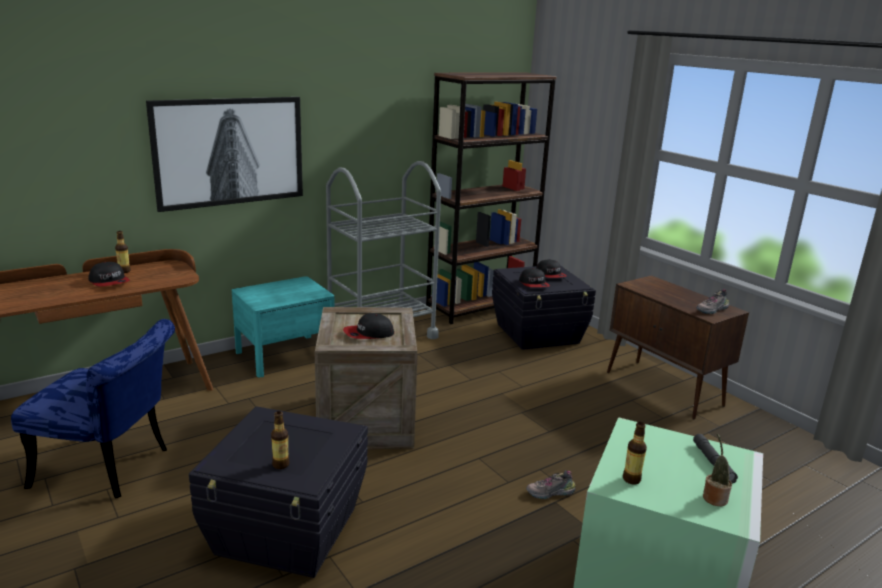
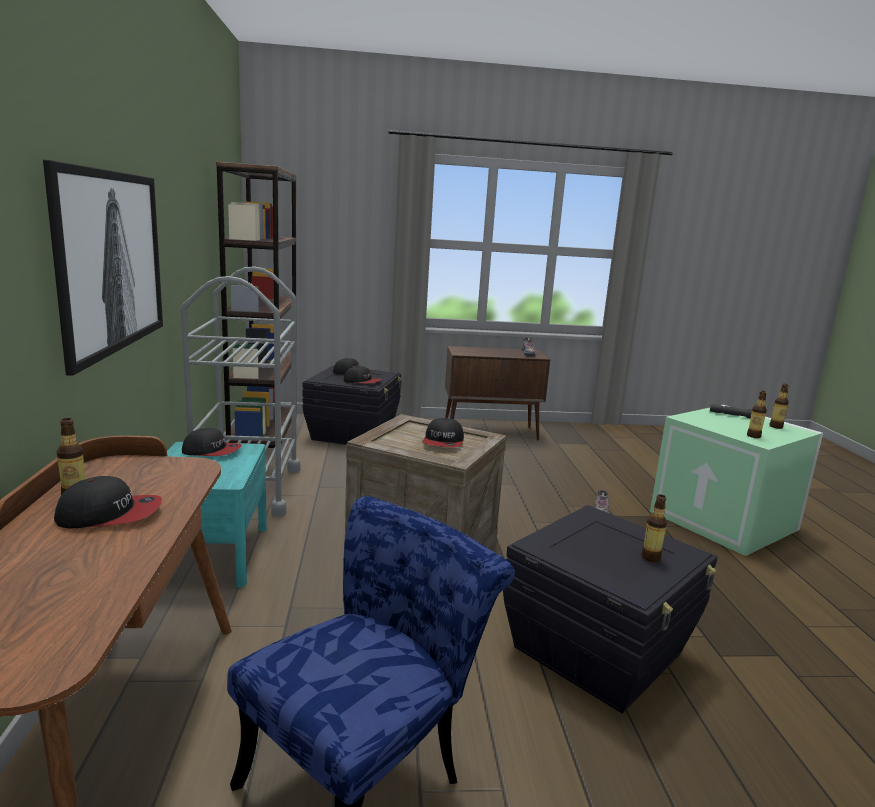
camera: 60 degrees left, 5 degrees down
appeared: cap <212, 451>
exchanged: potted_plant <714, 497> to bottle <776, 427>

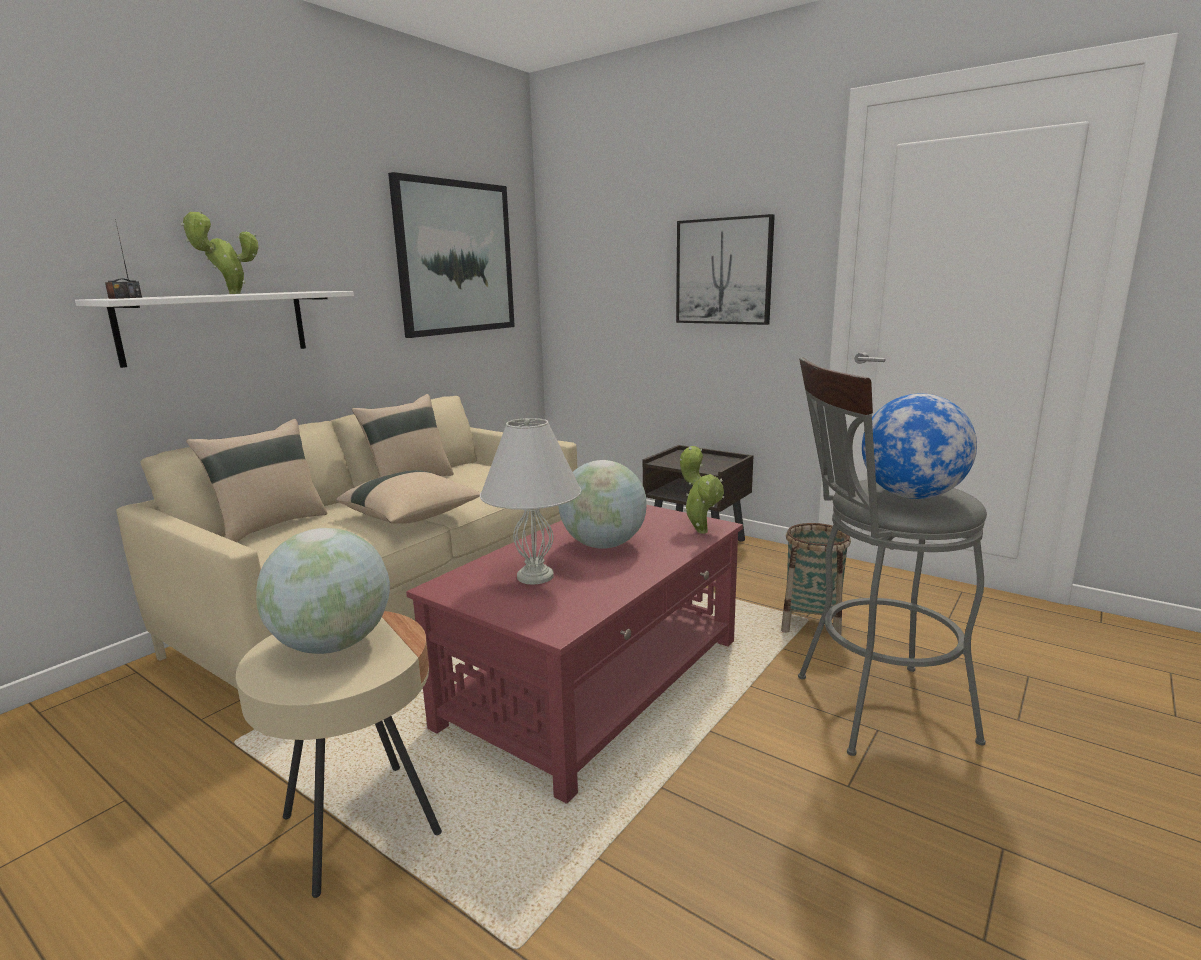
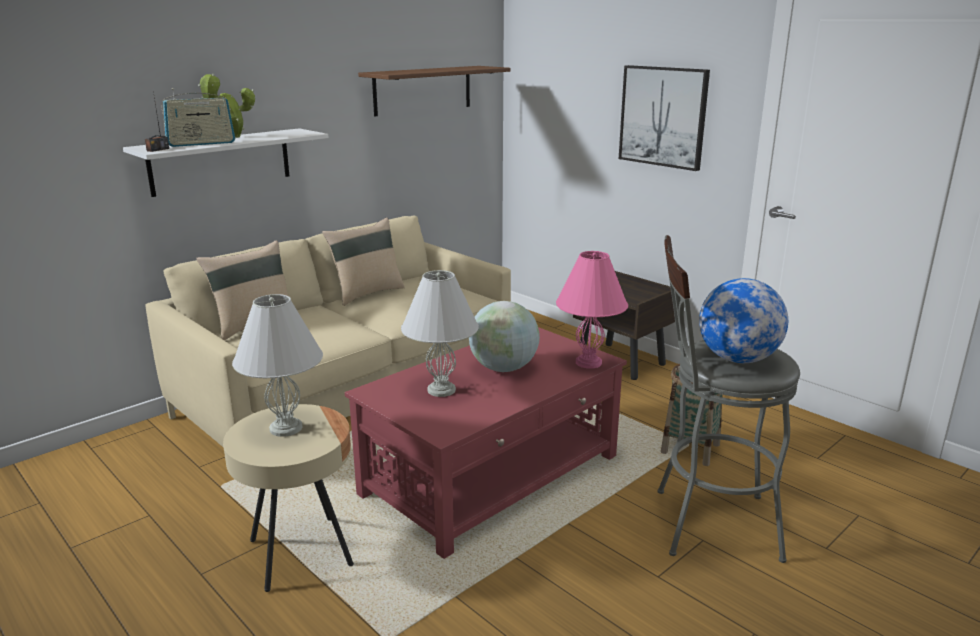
camera: 10 degrees right, 5 degrees up
missing: beige_pillow <412, 517>
appeared: radio <201, 143>
exchanged: globe <333, 644> to white_table_lamp <286, 428>; picture <455, 258> to brown_shelf <423, 90>; potted_plant <700, 530> to pink_table_lamp <587, 362>

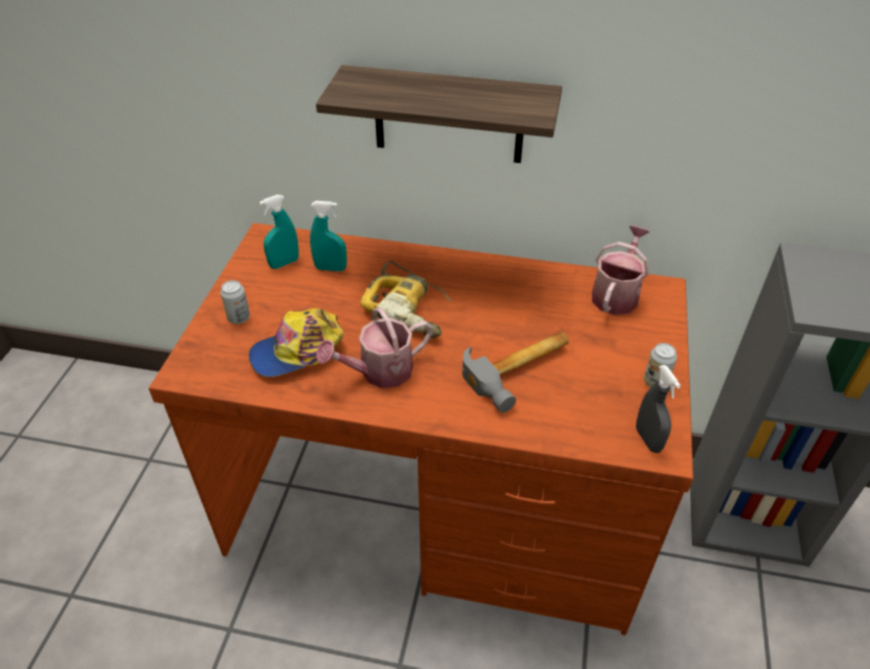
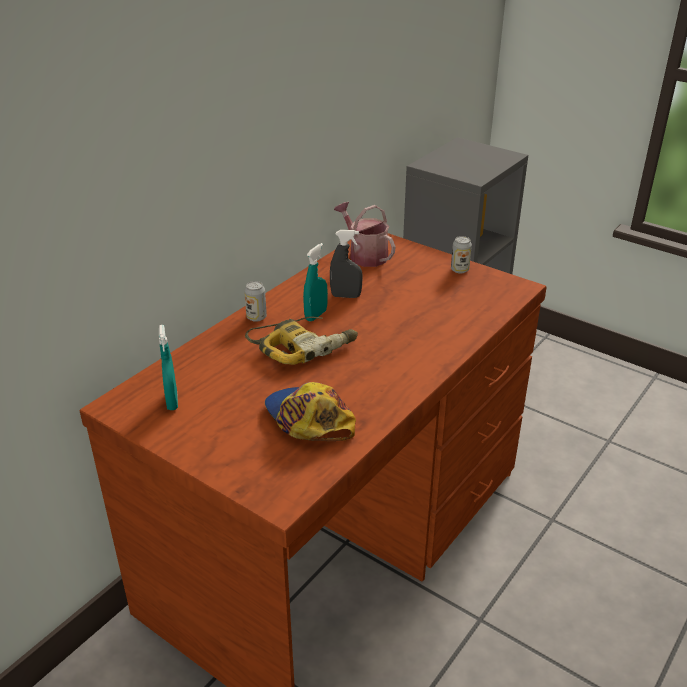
camera: 65 degrees left, 10 degrees down
missing: shelf <448, 115>; watering_can <379, 372>; hammer <521, 370>
relocated: can <239, 318> to <256, 317>; turquoise_spray_bottle <330, 268> to <316, 315>; grey_spray_bottle <648, 439> to <346, 296>
spun: cap <298, 351> = <308, 419> 150 degrees clockwise

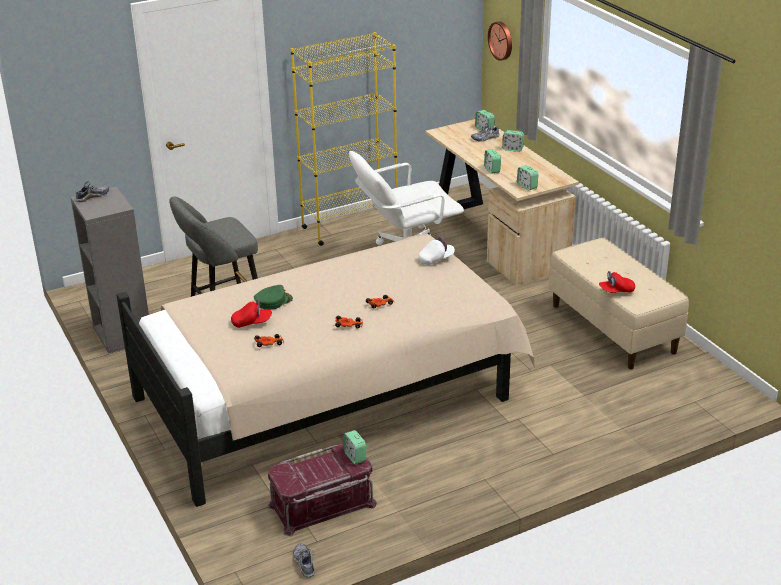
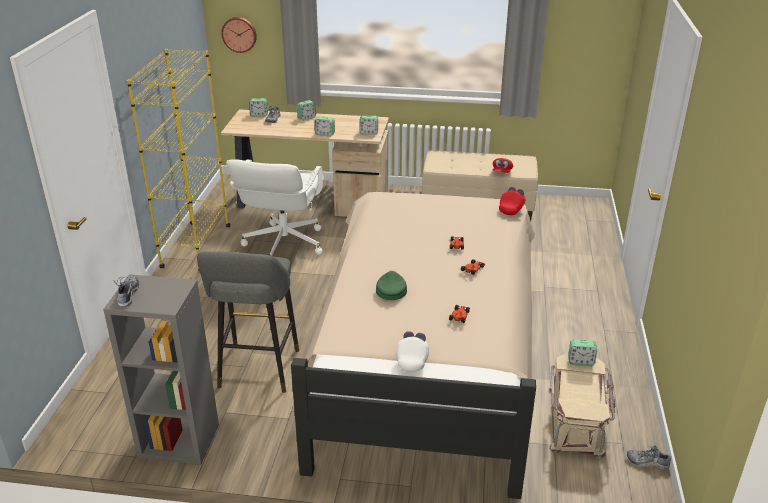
camera: 55 degrees left, 0 degrees up
relocated: red_cap <252, 322> to <512, 208>; white_cap <436, 259> to <412, 359>
colour: red_storage_box <322, 506> to beige_storage_box <577, 421>

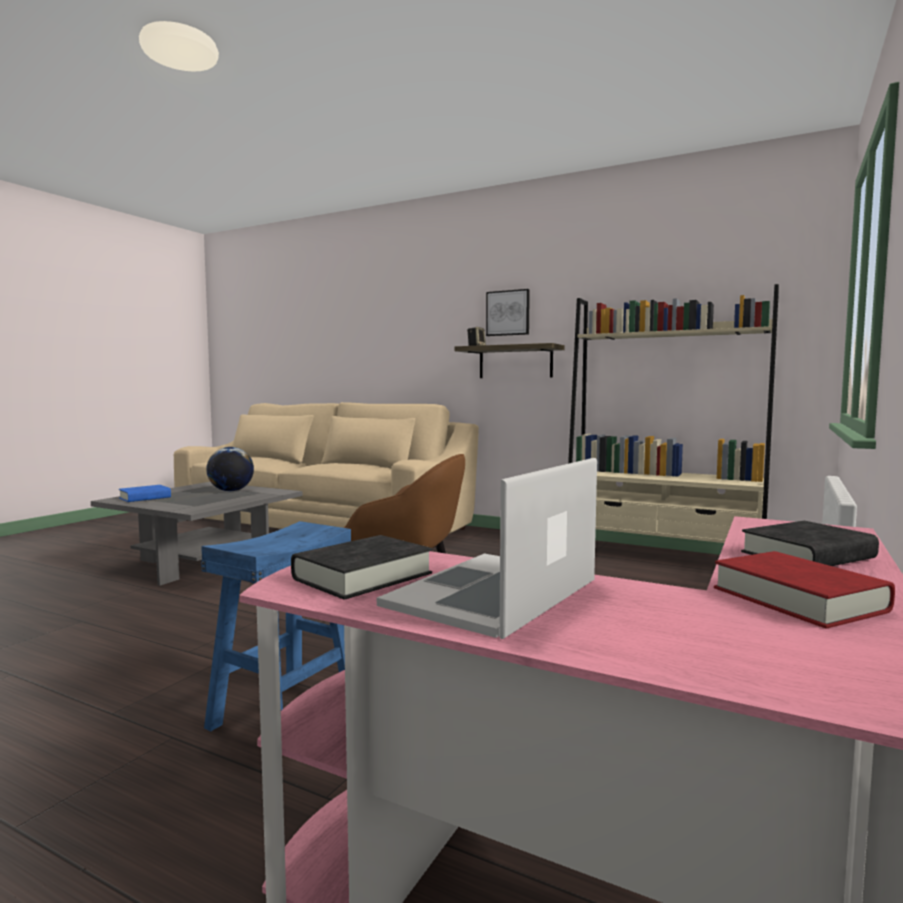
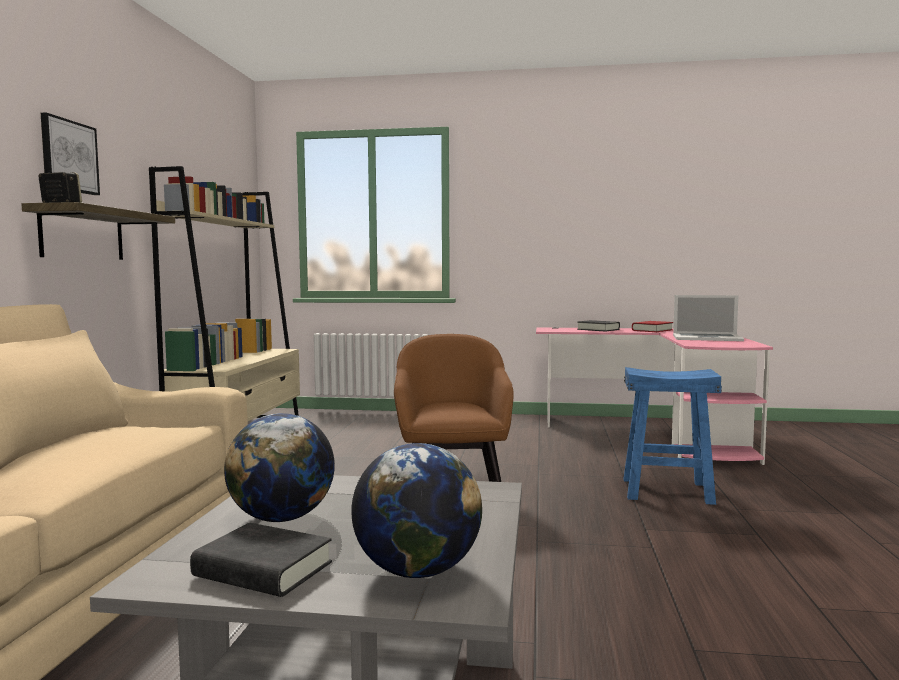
camera: 110 degrees left, 0 degrees up
relocated: black_book <362, 576> to <263, 570>
exchanged: blue_book <145, 498> to globe <417, 571>

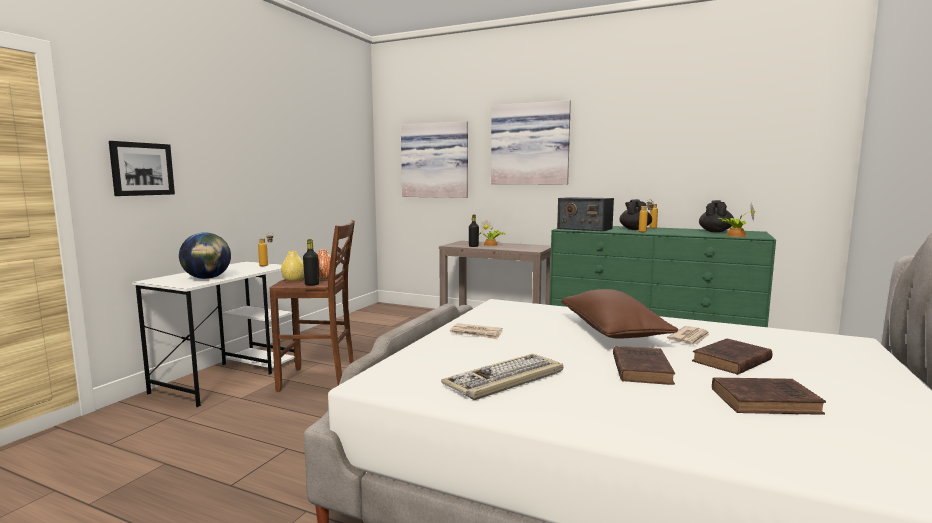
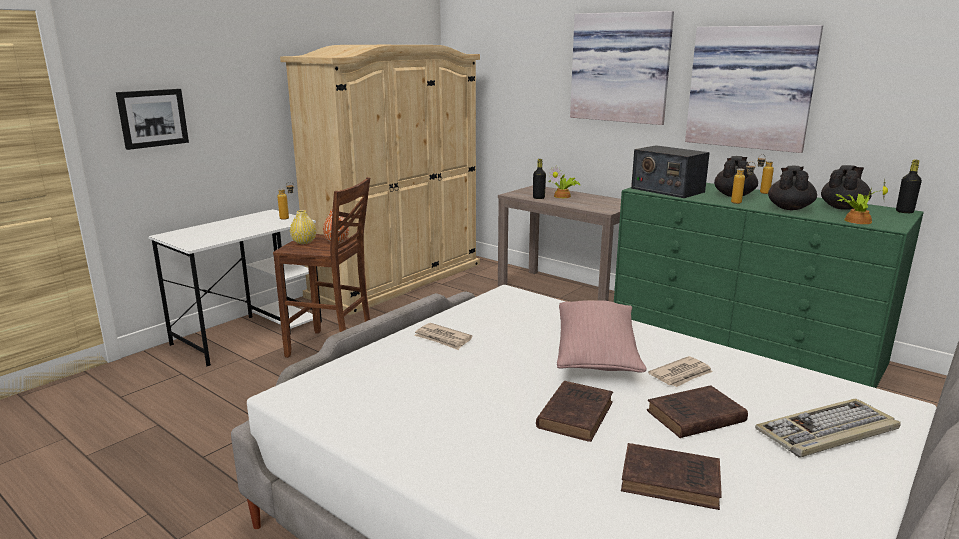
camera: 15 degrees right, 10 degrees up
missing: globe <207, 278>
appeared: beige_wardrobe <397, 279>; black_teapot <789, 208>
relocated: black_bottle <312, 284> to <904, 212>; picture <435, 160> to <751, 87>; keyboard <505, 379> to <827, 432>
colour: brown_pillow <612, 332> to pink_pillow <596, 354>

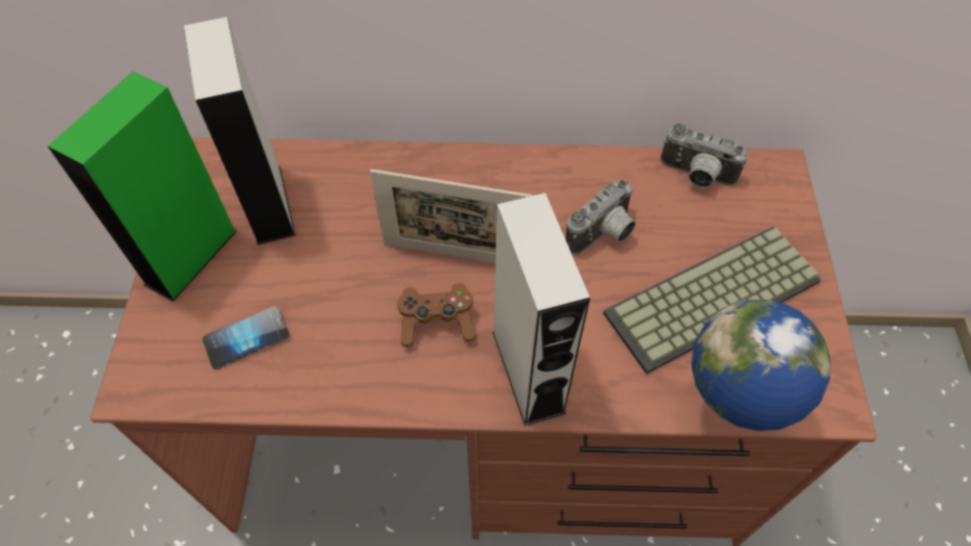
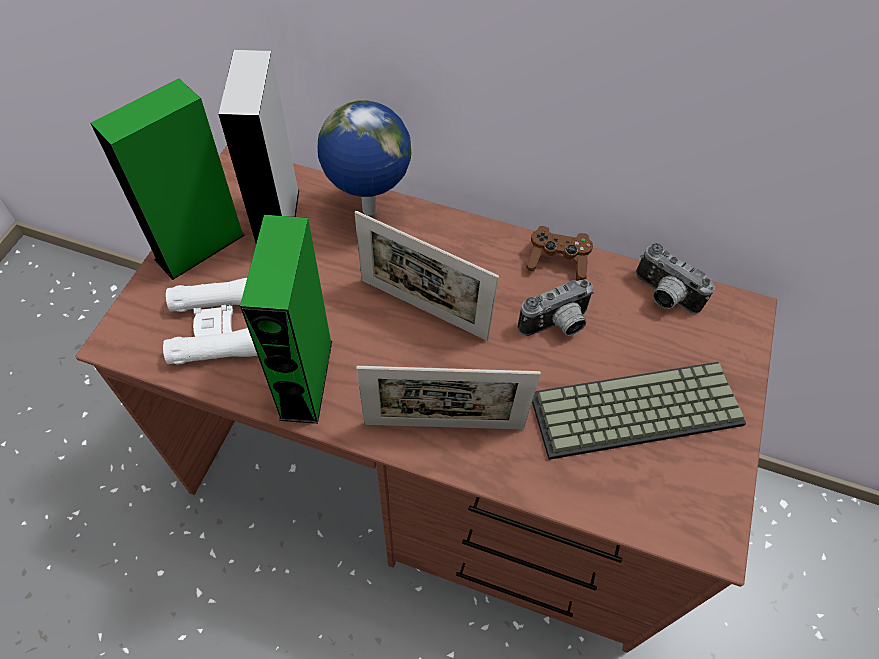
camera: 15 degrees right, 0 degrees up
appeared: green_speaker <306, 379>
relocated: brown_game_controller <437, 322> to <557, 261>; globe <726, 415> to <369, 211>
exchanged: phone <246, 338> to white_binoculars <219, 327>; grey_speaker <528, 371> to picture_frame <444, 425>

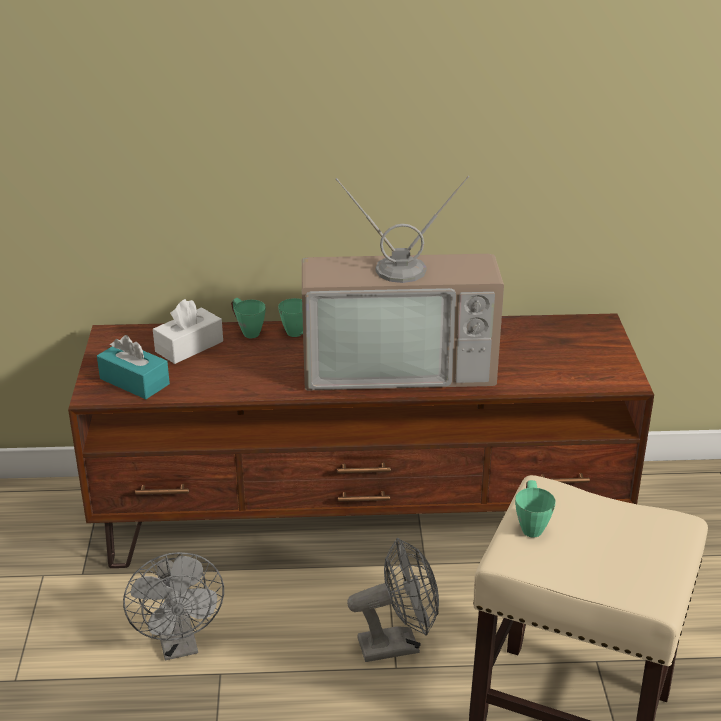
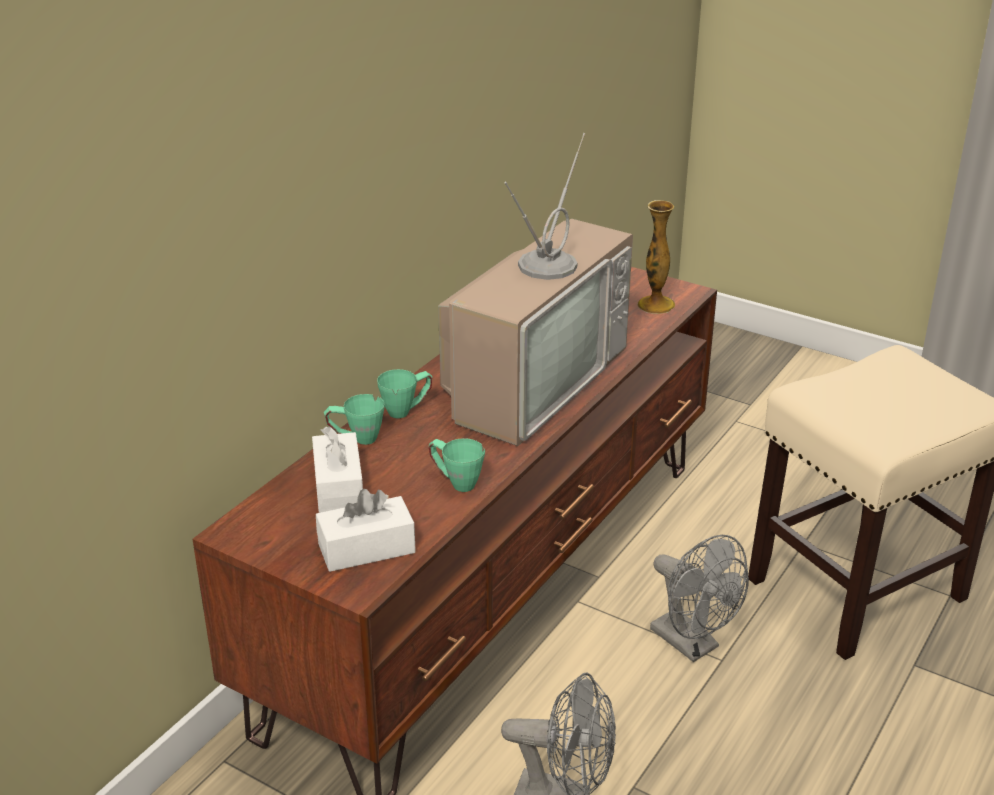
camera: 55 degrees left, 0 degrees up
appeared: vase <656, 305>
relocated: green_mug <531, 524> to <455, 482>
colour: turquoise_tissue_box <134, 381> to white_tissue_box <366, 548>
spun: grey_fan <398, 644> = <692, 644> 120 degrees clockwise

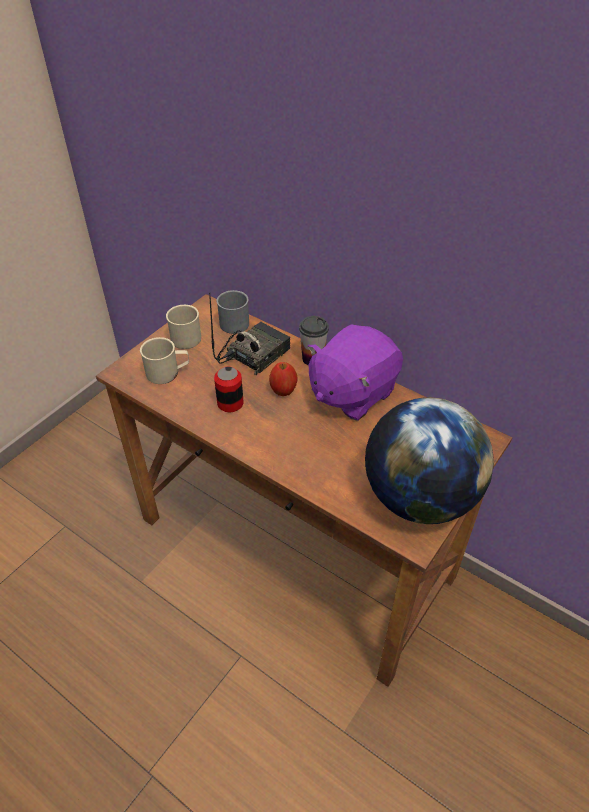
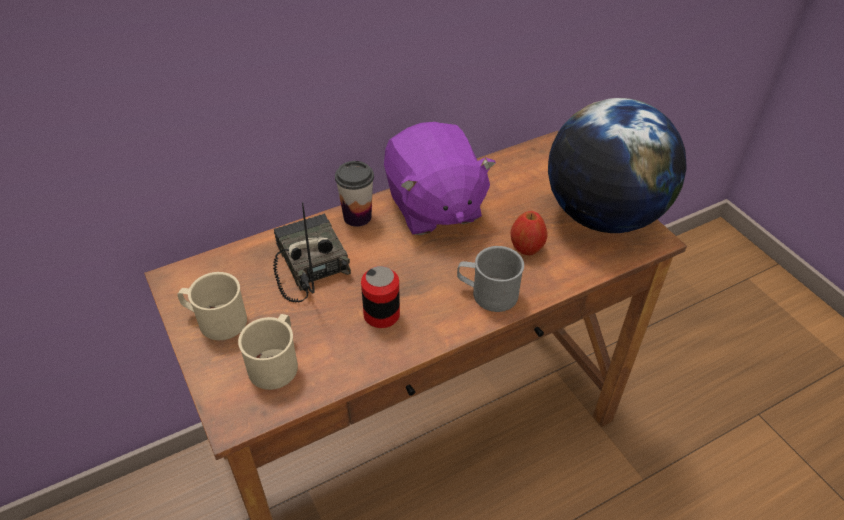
camera: 65 degrees left, 0 degrees up
relocated: grey_mug <234, 321> to <487, 293>; apple <283, 390> to <526, 247>

